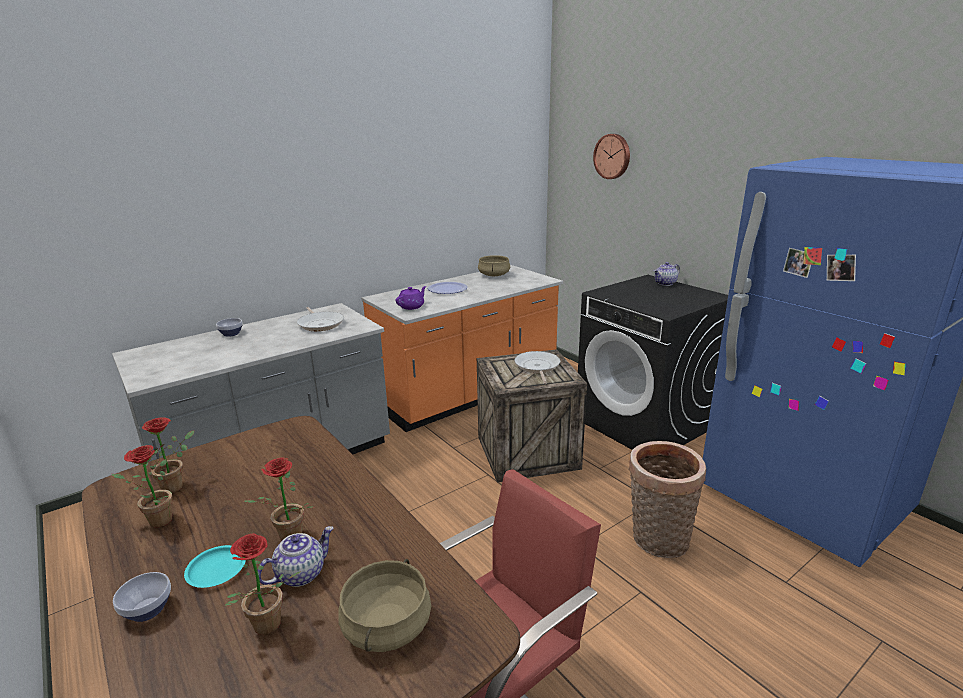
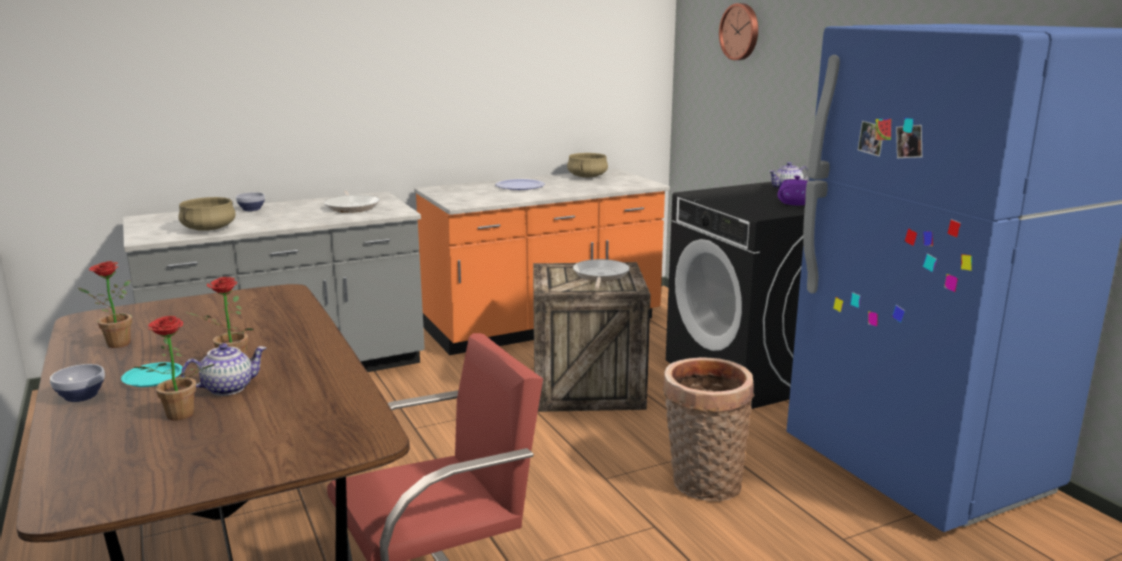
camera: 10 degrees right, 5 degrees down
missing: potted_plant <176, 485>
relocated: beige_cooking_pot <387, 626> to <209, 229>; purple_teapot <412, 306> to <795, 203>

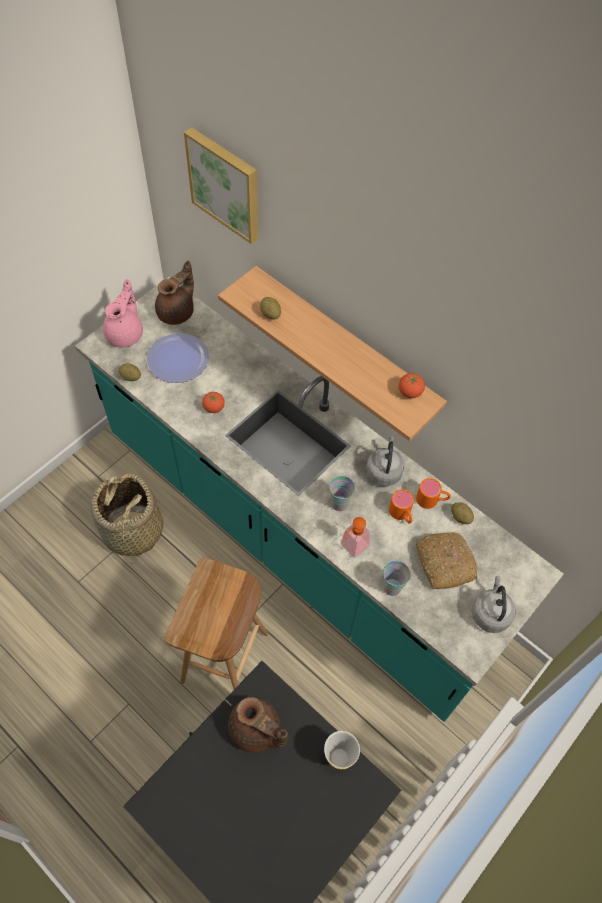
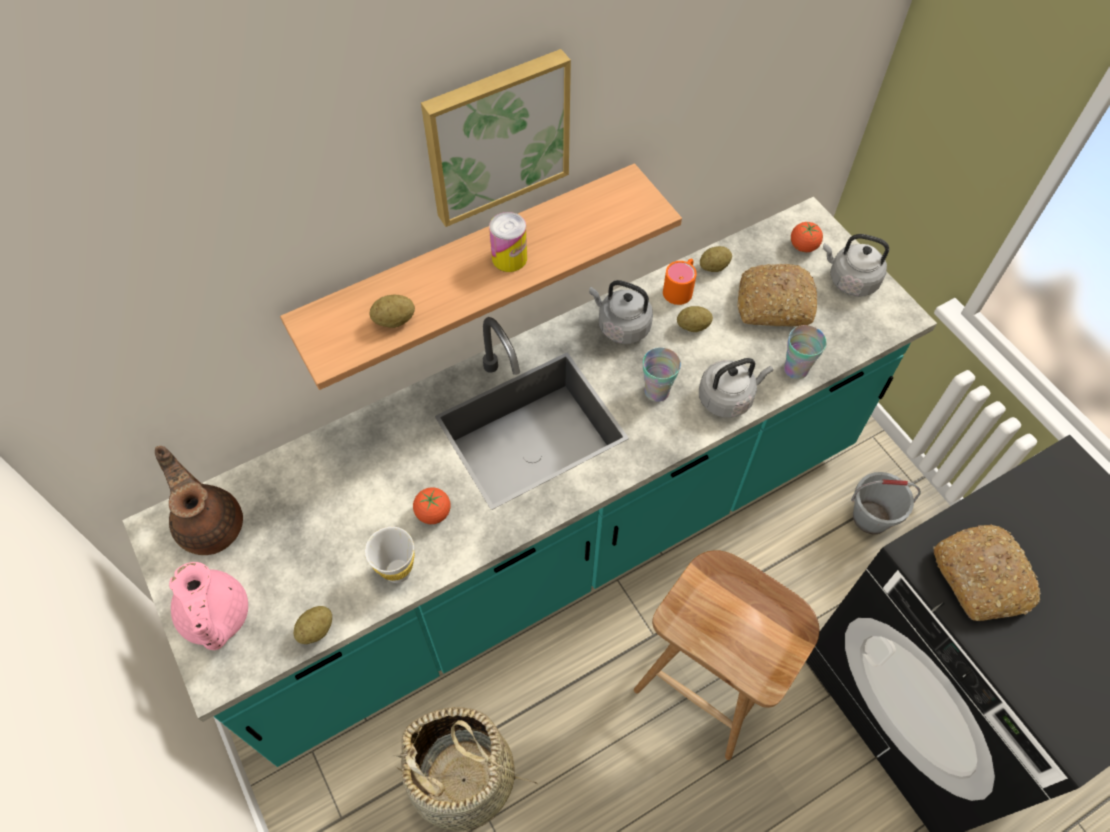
camera: 70 degrees left, 0 degrees up
missing: plate <178, 359>
appeared: can <509, 258>; grey_bucket <870, 518>
relocated: picture <226, 184> to <496, 136>; white_cup <339, 757> to <398, 571>; tomato <410, 392> to <803, 246>
exchanged: brown_teapot <256, 730> to bread <982, 578>; soap_dispenser <351, 548> to grey_kettle <728, 398>; orange_mug <402, 514> to potato <693, 326>
spun: pink_teapot <126, 333> = <216, 619> 150 degrees counterclockwise

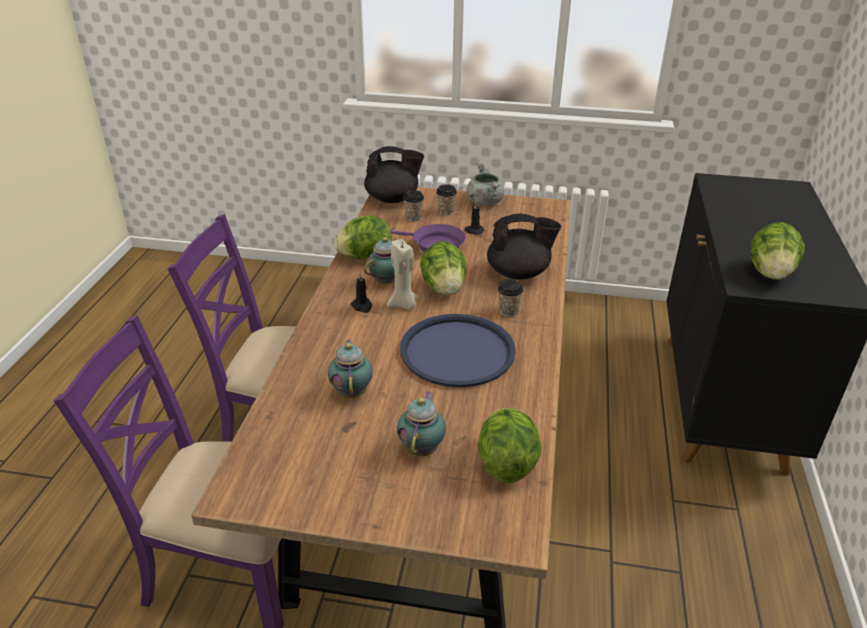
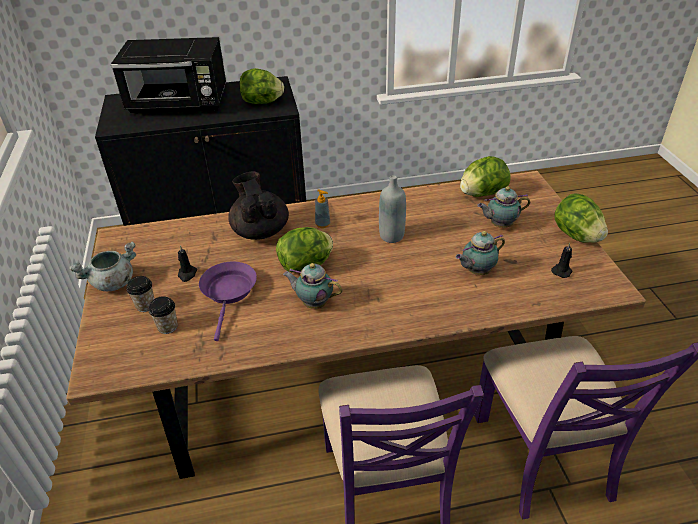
camera: 110 degrees left, 5 degrees up
missing: black_teapot <393, 199>; beige_candle <403, 305>
appeared: black_microwave <179, 104>
relocated: lettuce <365, 257> to <576, 235>; black_candle <362, 306> to <562, 271>
exchanged: blue_tray <457, 351> to grey_bottle <391, 236>; cup <508, 311> to soap_dispenser <323, 224>

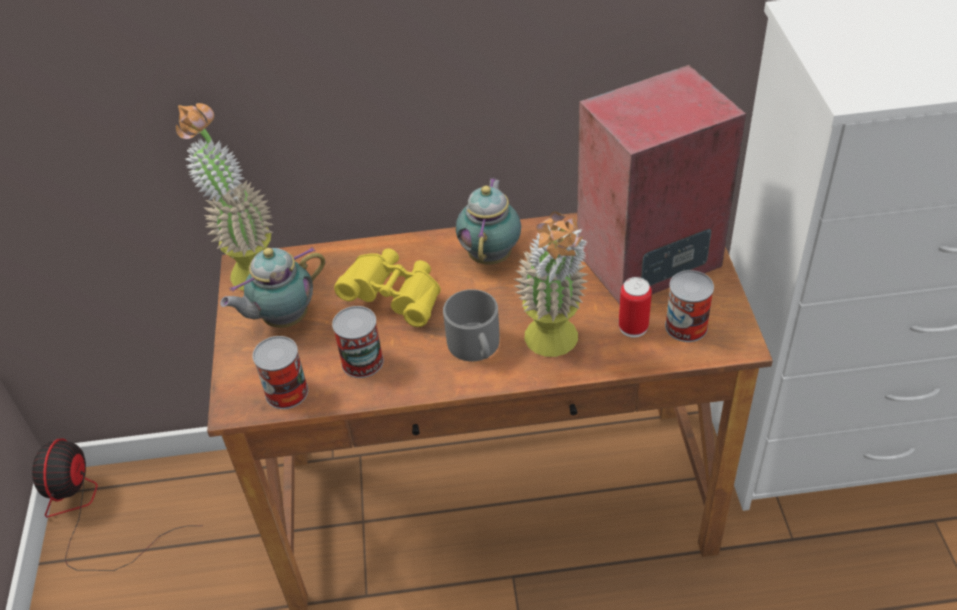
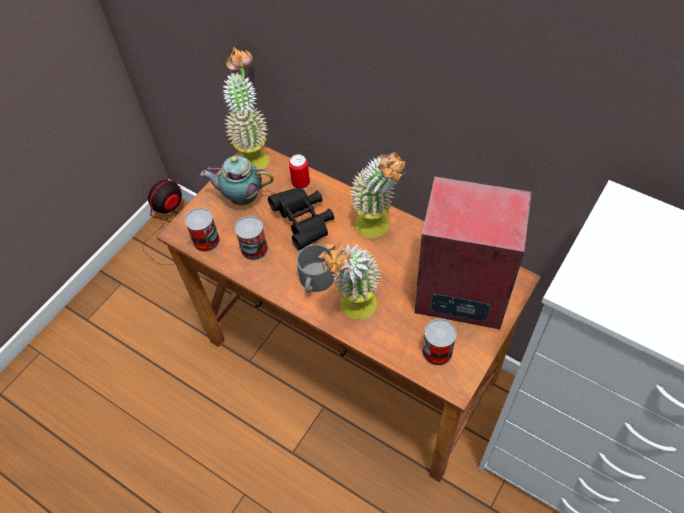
camera: 40 degrees right, 10 degrees up
relocated: can <633, 327> to <301, 183>
exchanged: teapot <491, 254> to potted_plant <378, 229>
colour: yellow_binoculars <395, 298> to black_binoculars <304, 222>

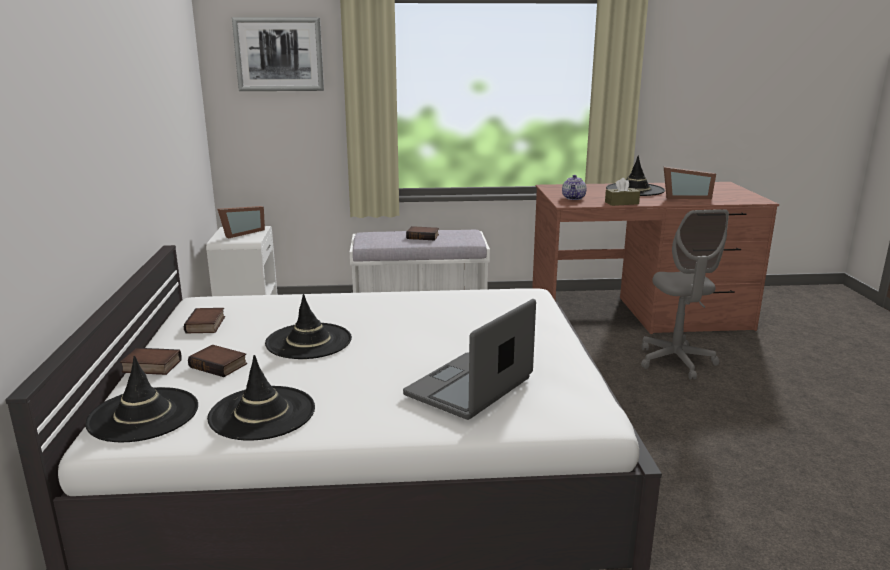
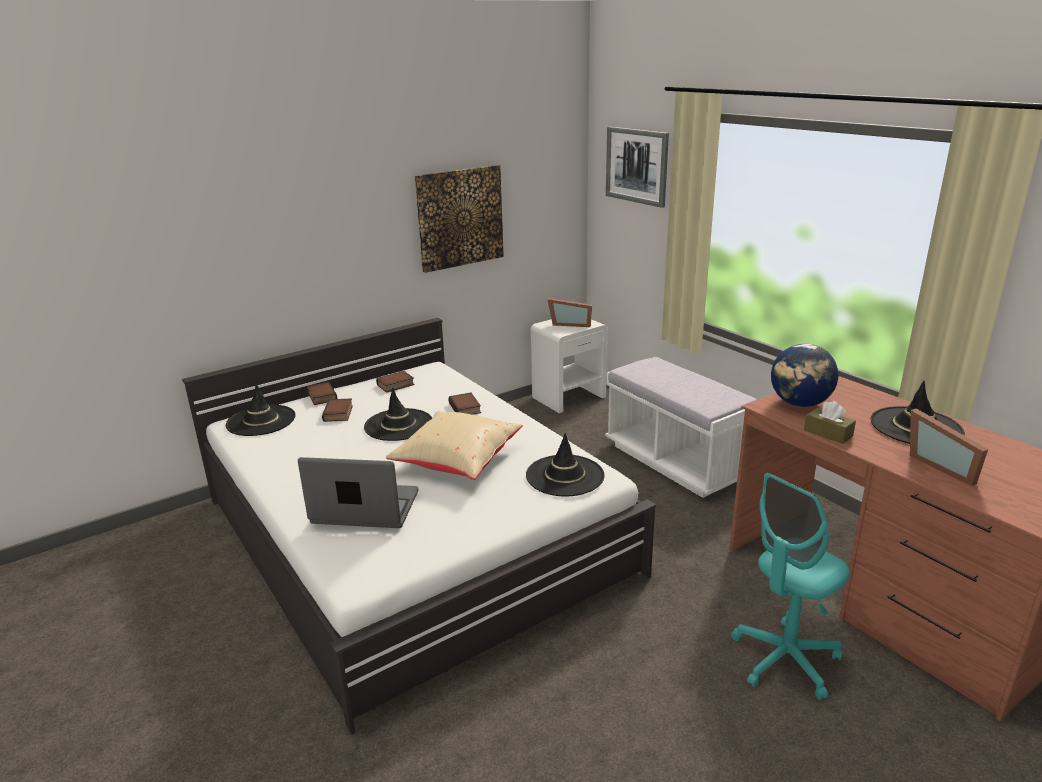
camera: 60 degrees right, 5 degrees up
appeared: beige_pillow <456, 461>; picture <460, 217>
relocated: black_hat <262, 413> to <565, 476>; book <423, 236> to <466, 408>
exchanged: teapot <574, 198> to globe <800, 404>
colour: grey_office_chair <676, 361> to turquoise_office_chair <785, 660>

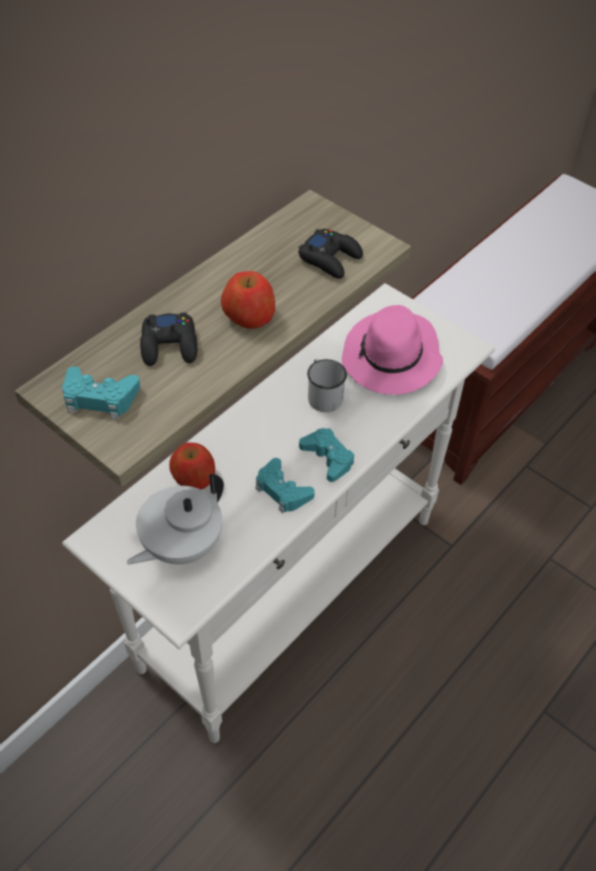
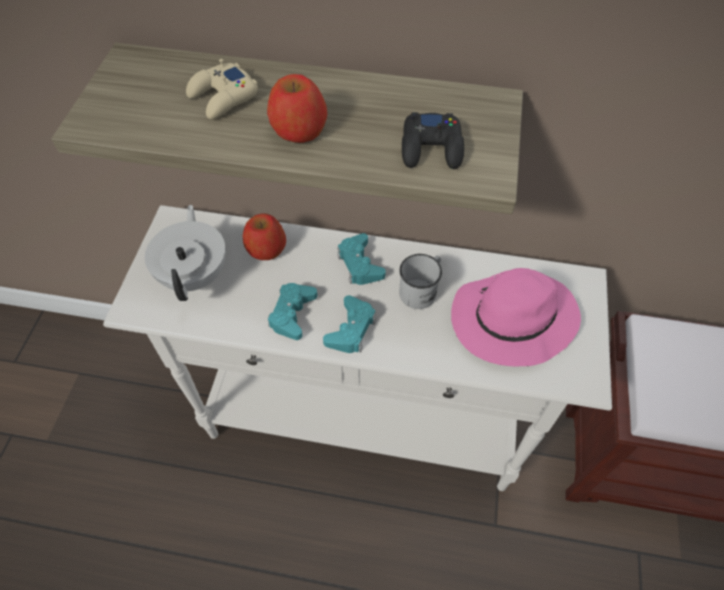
camera: 60 degrees right, 5 degrees up
relocated: turquoise_game_controller <100, 398> to <359, 264>
colour: black_game_controller <170, 345> to beige_game_controller <223, 97>
spun: white_teapot <181, 545> = <195, 274> 75 degrees clockwise

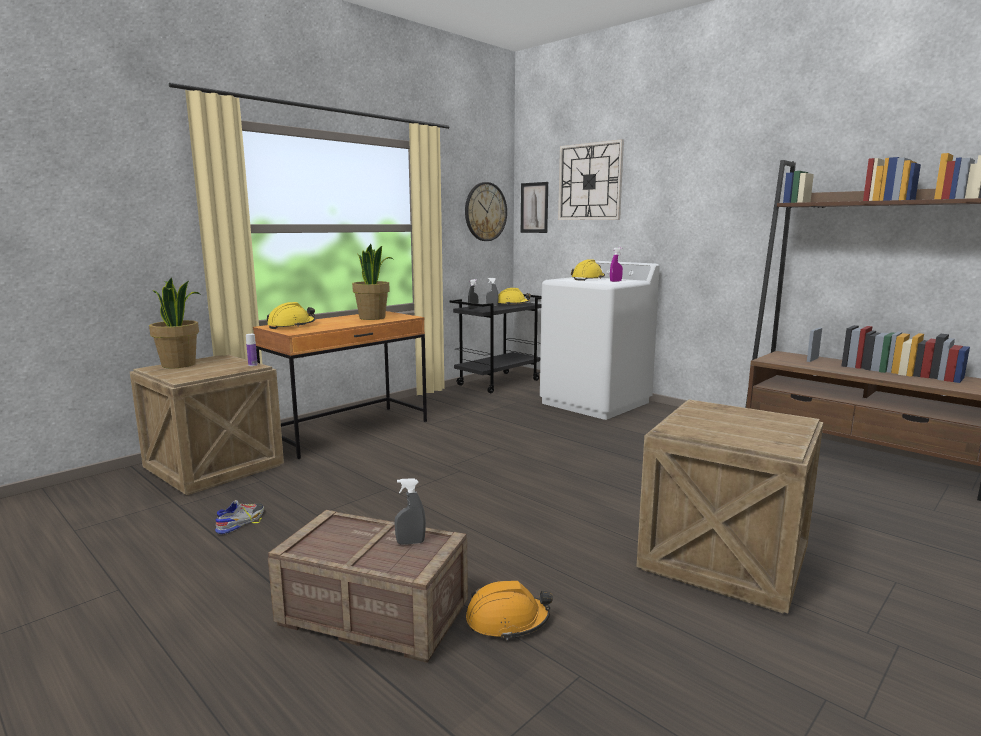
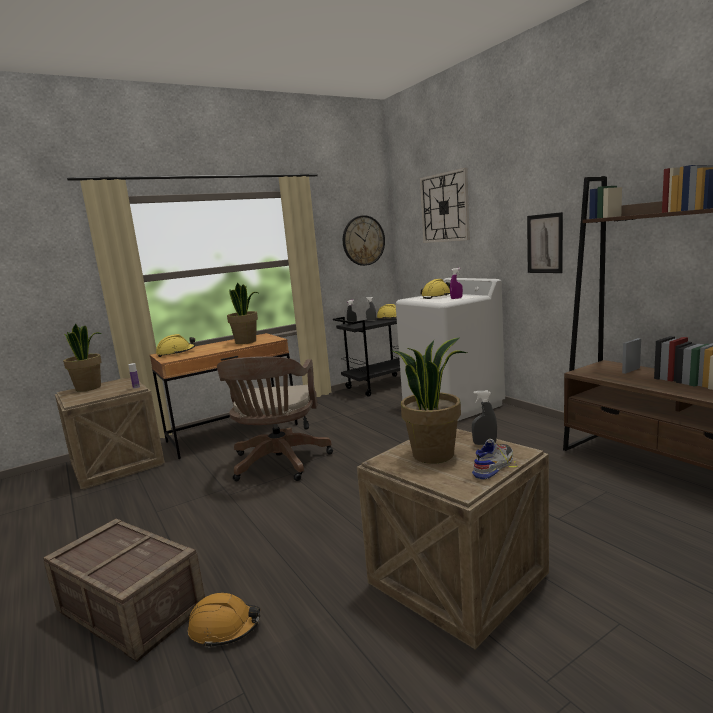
camera: 15 degrees right, 0 degrees up
appeared: brown_office_chair <279, 464>; potted_plant <433, 454>
relocated: shoe <241, 522> to <493, 465>; grey_spray_bottle <410, 542> to <484, 444>; picture <534, 207> to <545, 243>

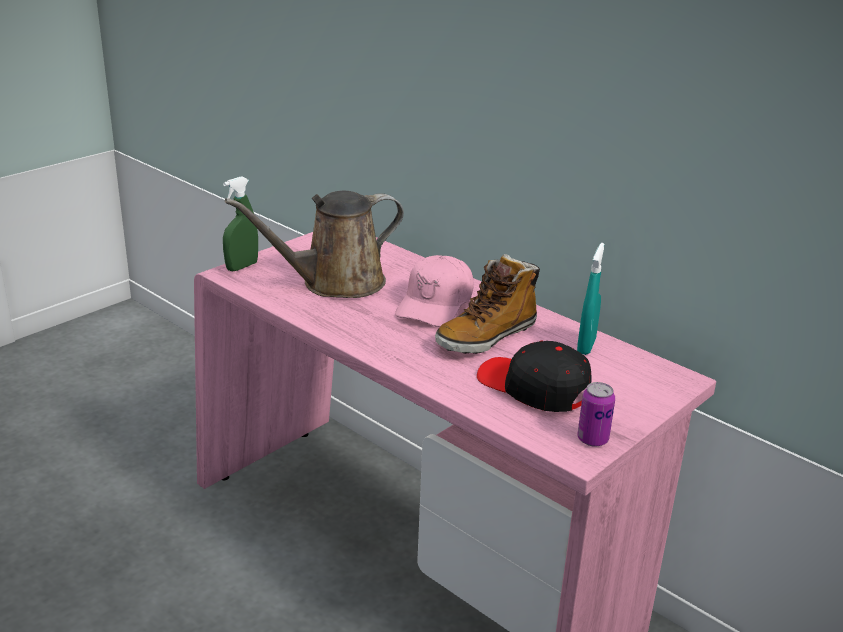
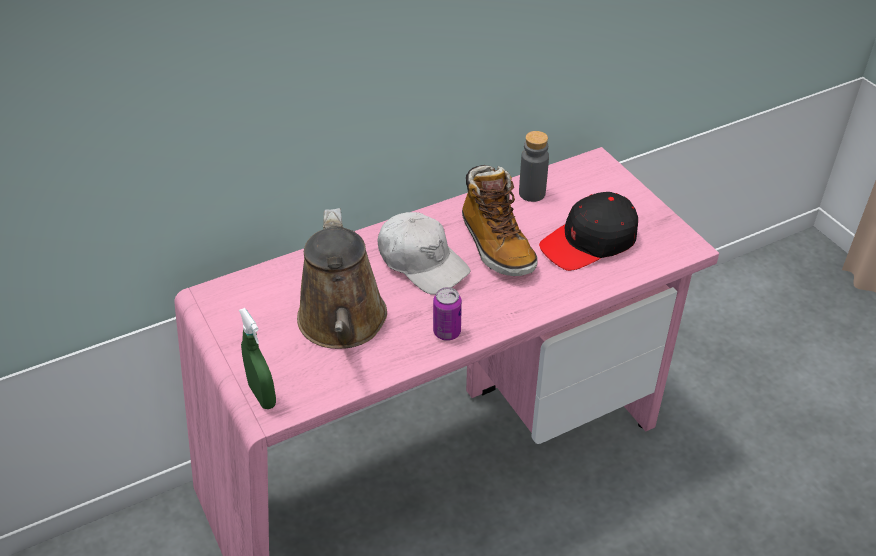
camera: 70 degrees left, 15 degrees up
relocated: can <592, 439> to <447, 332>
exchanged: turquoise_spray_bottle <586, 346> to grey_bottle <532, 193>
colour: pink_cap <435, 304> to white_cap <422, 262>

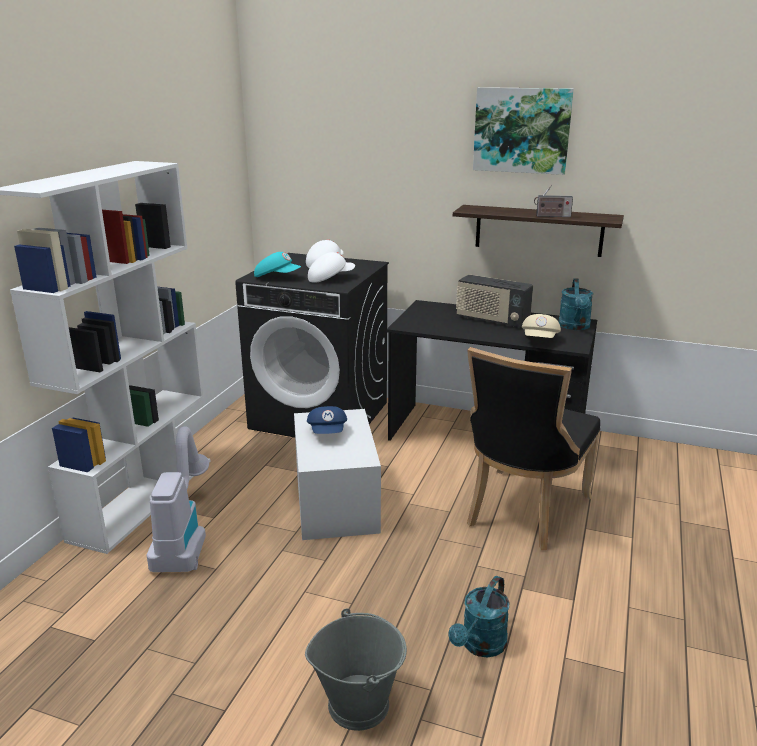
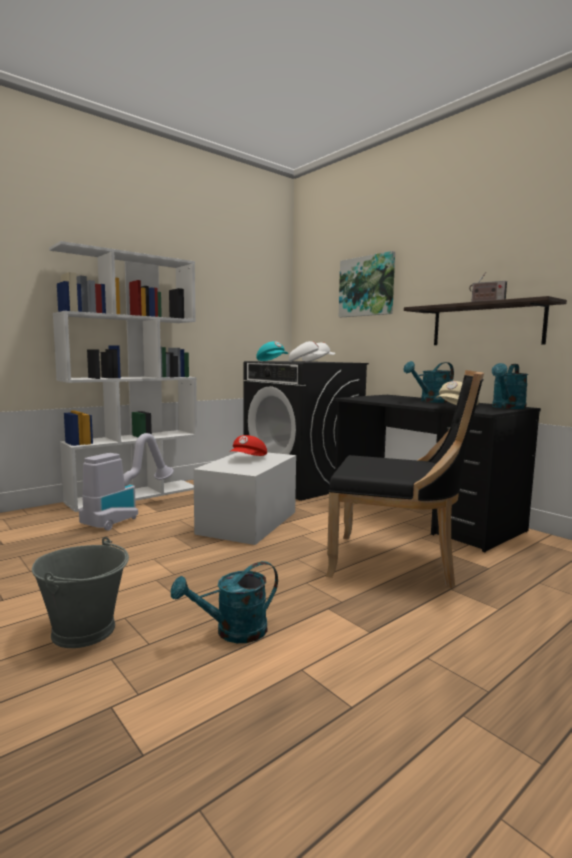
camera: 30 degrees right, 15 degrees down
relocated: picture <522, 130> to <367, 286>
exchanged: radio <492, 320> to turquoise_watering_can <431, 401>
colour: blue_cap <328, 432> to red_cap <248, 459>
spun: black_chair <523, 512> = <397, 563> 135 degrees counterclockwise

